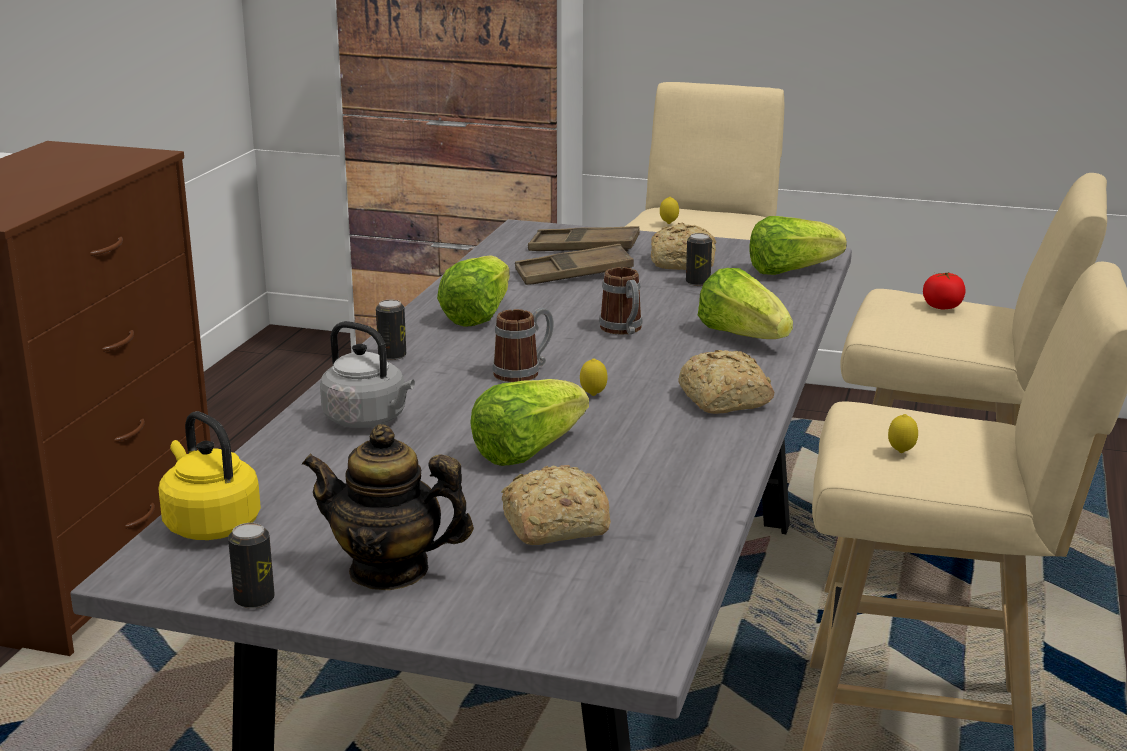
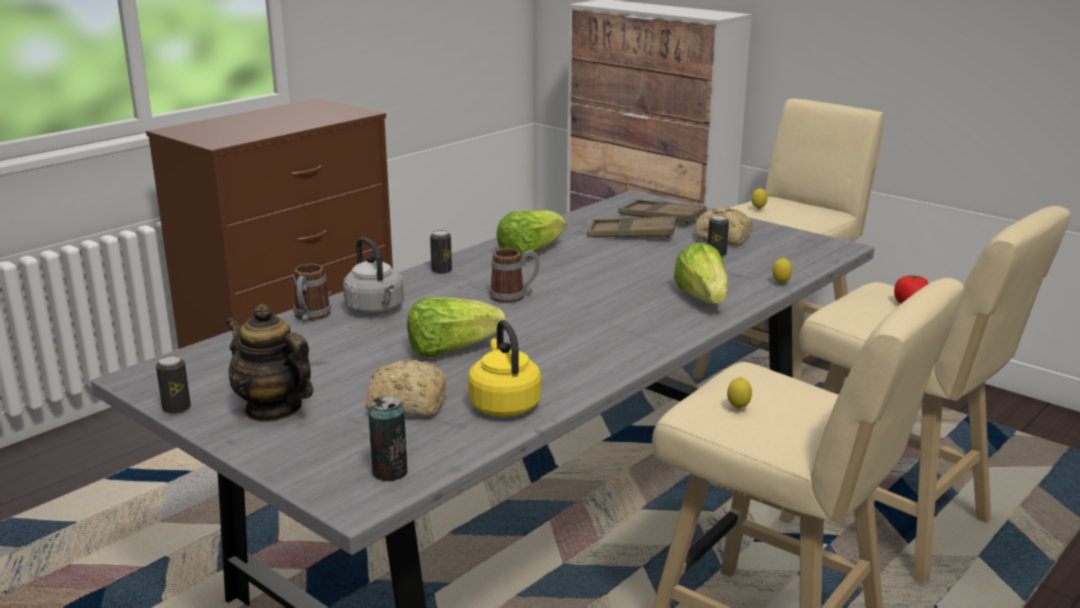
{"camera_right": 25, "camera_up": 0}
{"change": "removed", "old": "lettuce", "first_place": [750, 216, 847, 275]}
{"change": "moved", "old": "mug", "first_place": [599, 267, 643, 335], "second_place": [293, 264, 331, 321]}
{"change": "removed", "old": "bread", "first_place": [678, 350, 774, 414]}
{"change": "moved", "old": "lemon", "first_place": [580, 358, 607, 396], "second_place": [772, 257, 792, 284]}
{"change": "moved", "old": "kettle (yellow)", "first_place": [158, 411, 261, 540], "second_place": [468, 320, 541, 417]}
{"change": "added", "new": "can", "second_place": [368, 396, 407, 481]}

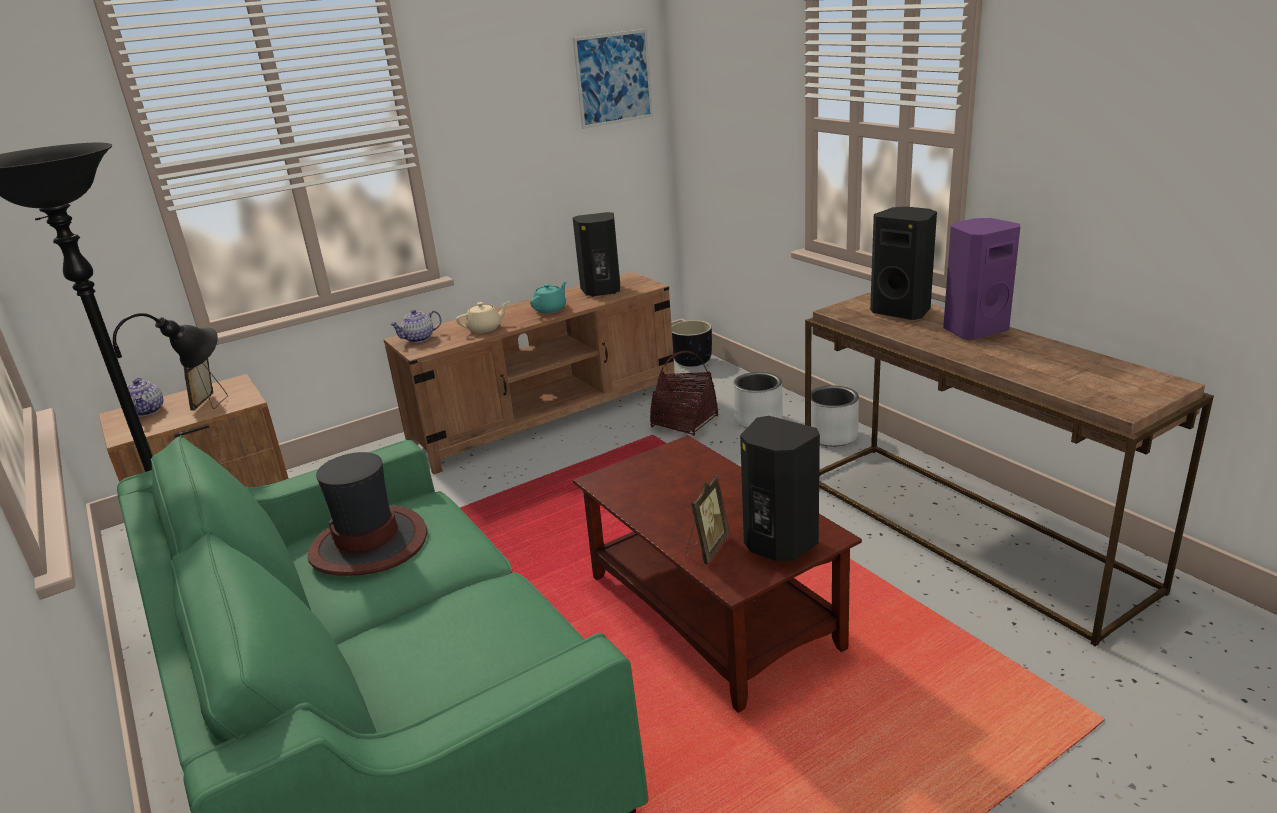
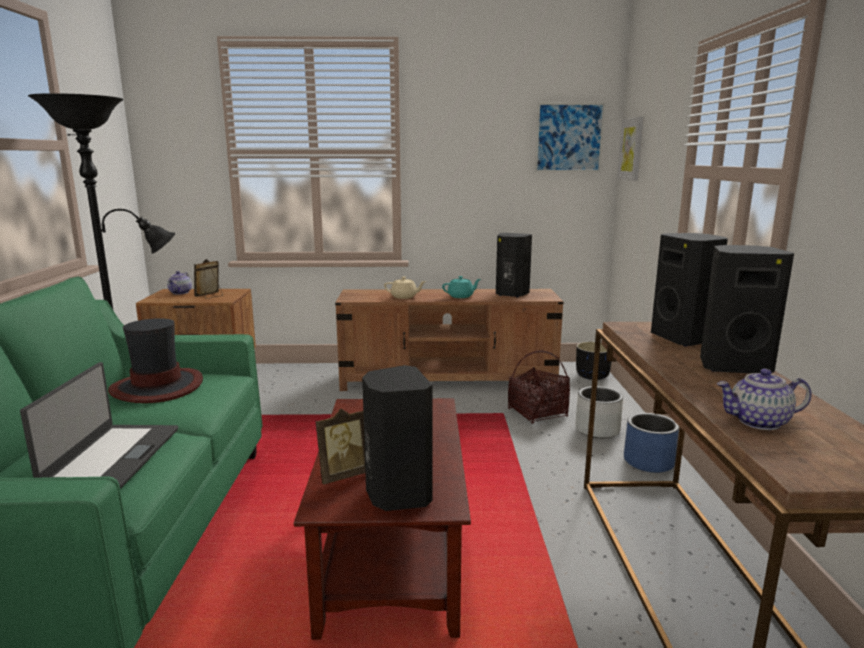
{"camera_right": 30, "camera_up": -10}
{"change": "recoloured", "old": "speaker (purple)", "new": "speaker (black)", "first_place": [943, 218, 1020, 340], "second_place": [700, 245, 794, 373]}
{"change": "moved", "old": "teapot", "first_place": [390, 310, 441, 343], "second_place": [716, 369, 812, 430]}
{"change": "recoloured", "old": "planter (grey)", "new": "planter (blue)", "first_place": [811, 385, 859, 446], "second_place": [624, 413, 679, 473]}
{"change": "added", "new": "picture", "second_place": [617, 117, 644, 181]}
{"change": "added", "new": "laptop", "second_place": [20, 362, 178, 489]}

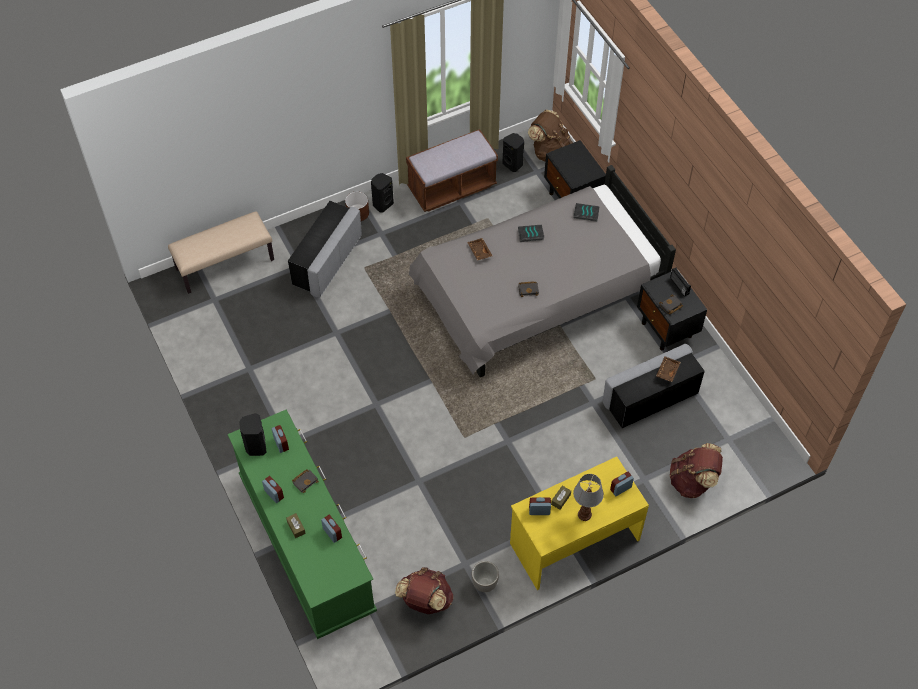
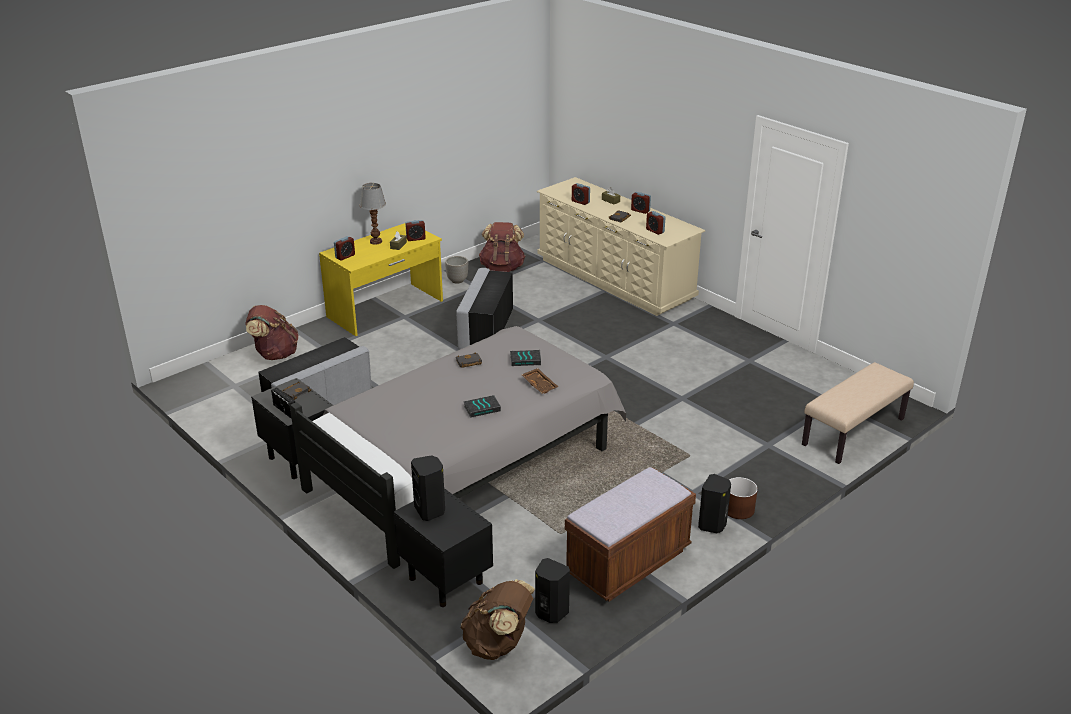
{"camera_right": 165, "camera_up": -25}
{"change": "moved", "old": "ottoman (grey)", "first_place": [288, 201, 362, 298], "second_place": [456, 268, 513, 350]}
{"change": "moved", "old": "book", "first_place": [573, 203, 600, 222], "second_place": [510, 350, 541, 366]}
{"change": "removed", "old": "tray (brown)", "first_place": [656, 356, 681, 382]}
{"change": "recoloured", "old": "dresser (green)", "new": "dresser (beige)", "first_place": [228, 410, 377, 639], "second_place": [537, 177, 705, 316]}
{"change": "moved", "old": "speaker (black)", "first_place": [239, 413, 267, 456], "second_place": [411, 455, 445, 521]}

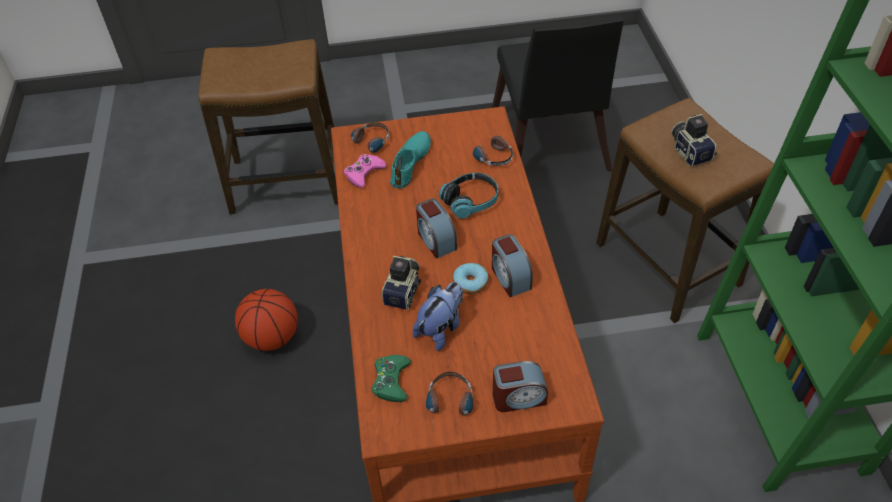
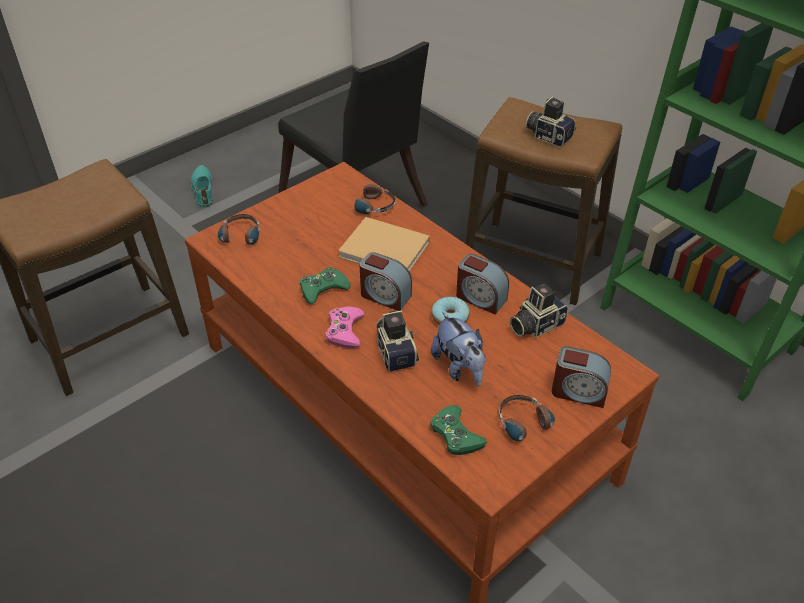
{"camera_right": -35, "camera_up": -5}
{"change": "moved", "old": "shoe (turquoise)", "first_place": [390, 131, 431, 189], "second_place": [191, 165, 213, 208]}
{"change": "moved", "old": "game controller (pink)", "first_place": [344, 154, 387, 188], "second_place": [325, 306, 364, 348]}
{"change": "replaced", "old": "headphones", "new": "book (beige)", "first_place": [439, 173, 499, 218], "second_place": [338, 217, 430, 271]}
{"change": "turned", "old": "plush toy", "first_place": [412, 282, 463, 351], "second_place": [431, 312, 485, 387], "degrees": 150}
{"change": "removed", "old": "basketball", "first_place": [235, 289, 298, 351]}
{"change": "turned", "old": "alarm clock", "first_place": [493, 361, 548, 412], "second_place": [552, 346, 611, 408], "degrees": 60}
{"change": "added", "new": "game controller (green)", "second_place": [300, 267, 351, 304]}
{"change": "added", "new": "photo camera", "second_place": [510, 284, 568, 338]}

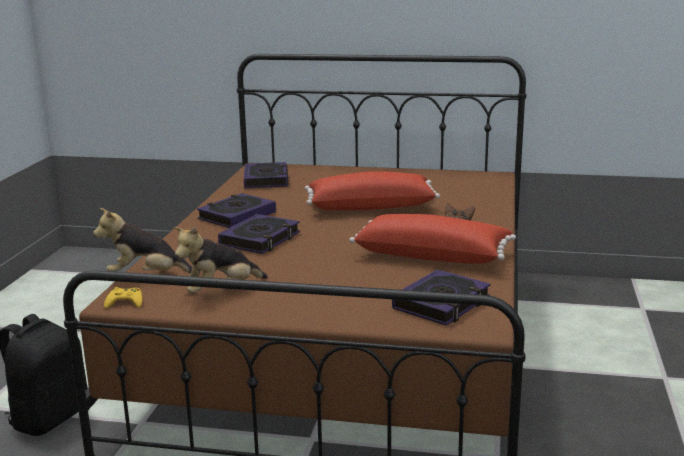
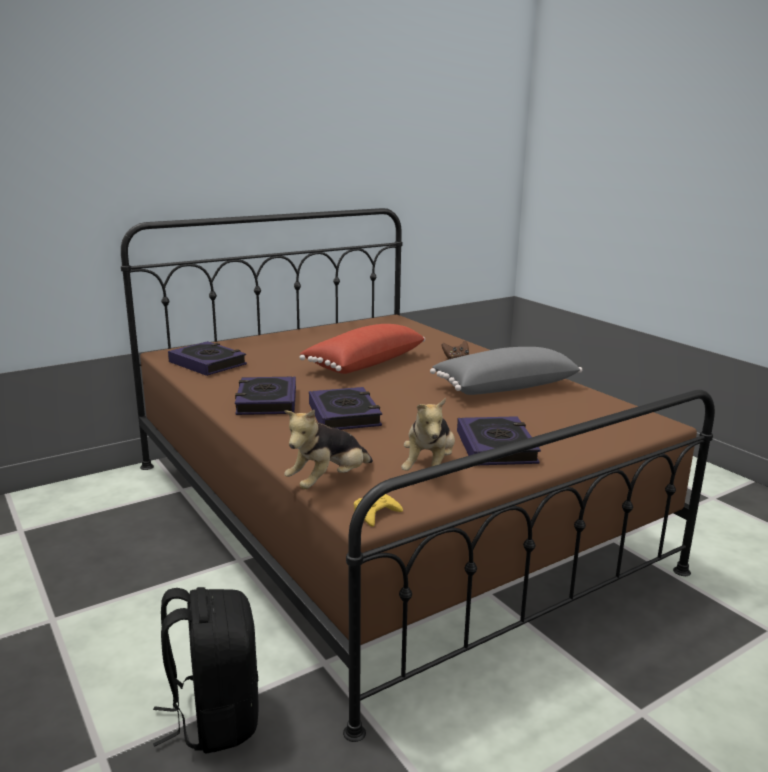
{"camera_right": -45, "camera_up": 0}
{"change": "recoloured", "old": "pillow (red)", "new": "pillow (grey)", "first_place": [349, 214, 516, 264], "second_place": [430, 347, 583, 395]}
{"change": "moved", "old": "book", "first_place": [392, 269, 491, 325], "second_place": [457, 416, 541, 465]}

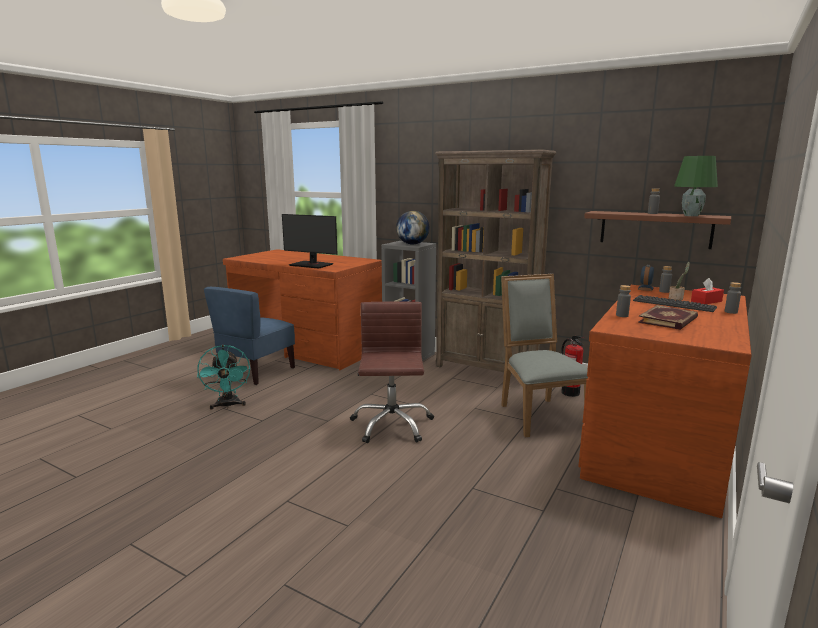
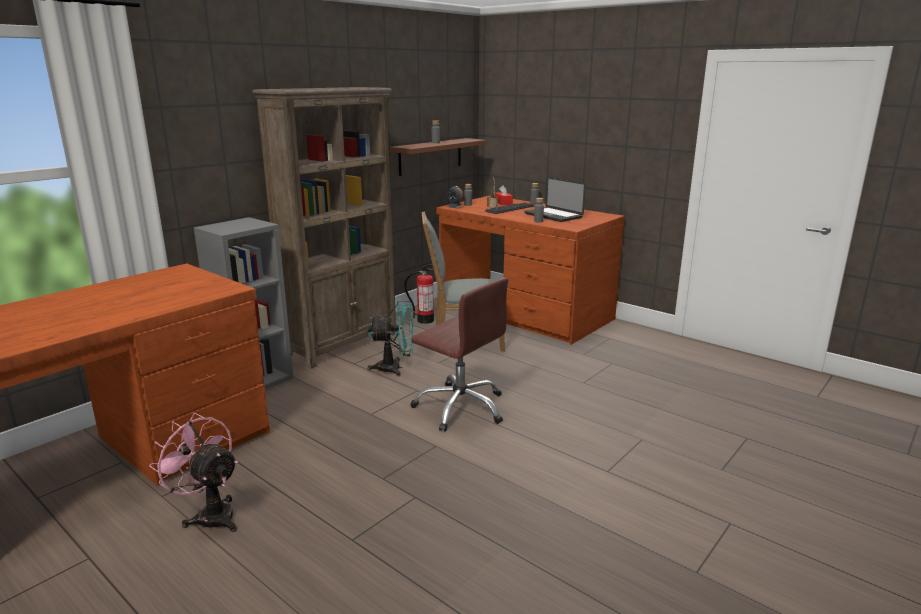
{"camera_right": -80, "camera_up": 5}
{"change": "removed", "old": "table lamp (green)", "first_place": [674, 156, 718, 216]}
{"change": "removed", "old": "globe", "first_place": [396, 211, 430, 244]}
{"change": "removed", "old": "monitor", "first_place": [282, 214, 338, 269]}
{"change": "replaced", "old": "chair (blue)", "new": "fan (pink)", "first_place": [204, 287, 295, 385], "second_place": [149, 413, 238, 532]}
{"change": "turned", "old": "office chair (brown)", "first_place": [350, 302, 434, 443], "second_place": [411, 277, 508, 432], "degrees": -150}
{"change": "replaced", "old": "book", "new": "laptop", "first_place": [638, 305, 698, 330], "second_place": [524, 177, 586, 222]}
{"change": "moved", "old": "fan (turquoise)", "first_place": [197, 345, 250, 409], "second_place": [367, 301, 414, 376]}

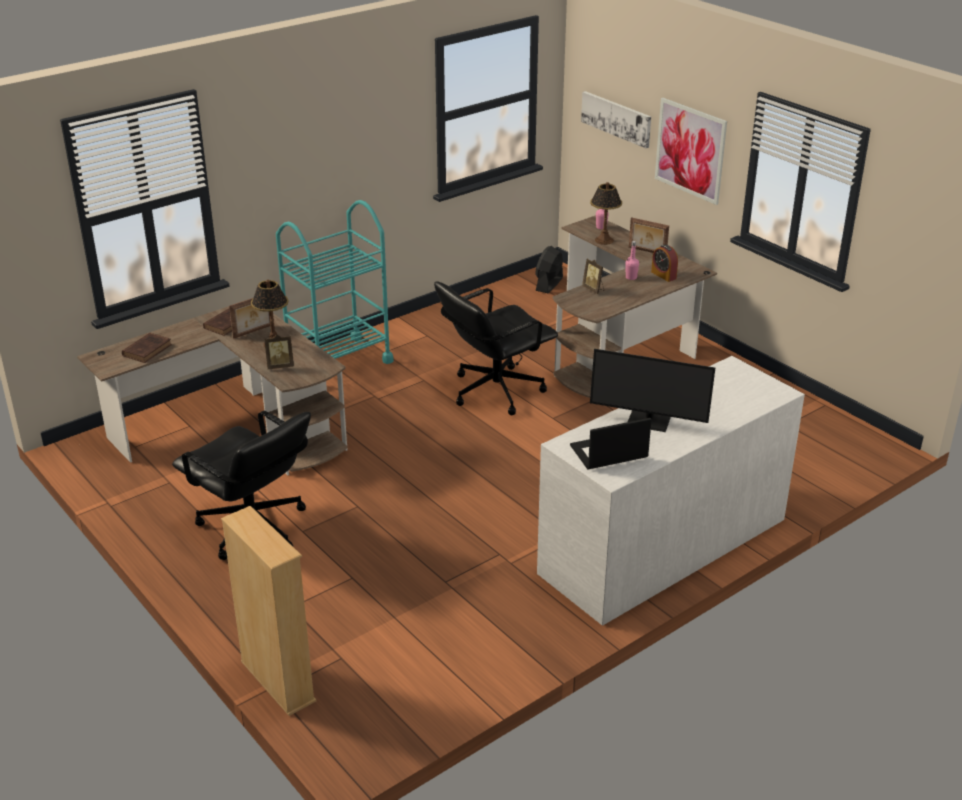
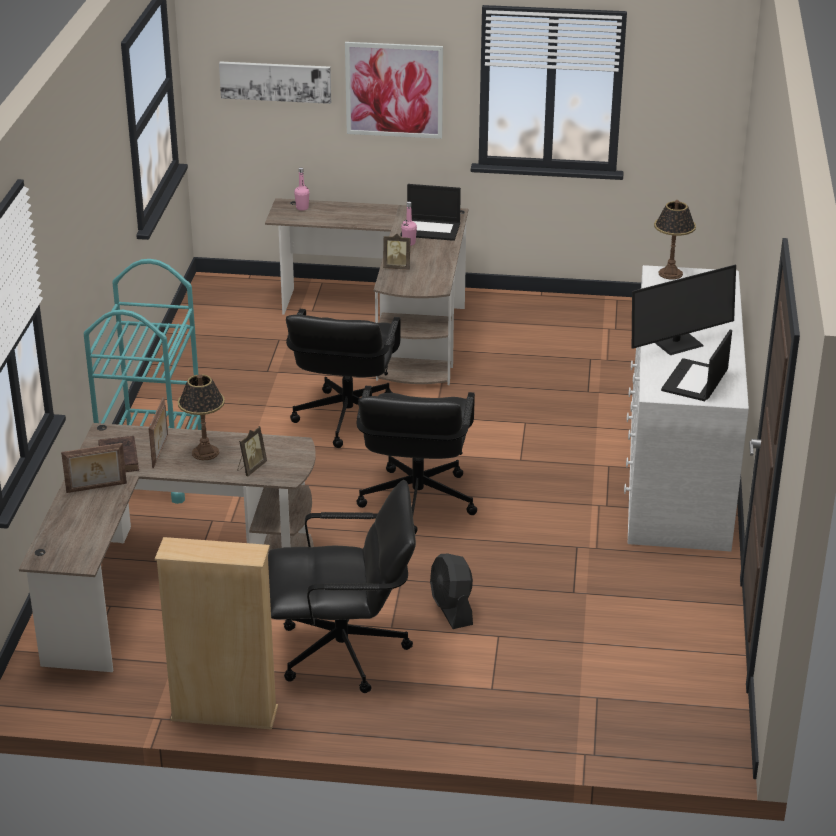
{"camera_right": -45, "camera_up": 0}
{"change": "moved", "old": "table lamp", "first_place": [590, 182, 622, 245], "second_place": [654, 200, 696, 280]}
{"change": "moved", "old": "picture frame", "first_place": [629, 217, 669, 253], "second_place": [61, 443, 127, 493]}
{"change": "replaced", "old": "alarm clock", "new": "laptop", "first_place": [651, 245, 678, 282], "second_place": [400, 184, 461, 241]}
{"change": "moved", "old": "fan (black)", "first_place": [535, 246, 563, 293], "second_place": [430, 554, 473, 629]}
{"change": "removed", "old": "book (brown)", "first_place": [122, 333, 172, 363]}
{"change": "moved", "old": "bookcase (beige)", "first_place": [221, 506, 317, 716], "second_place": [155, 537, 278, 730]}
{"change": "added", "new": "office chair (black)", "second_place": [356, 386, 477, 534]}

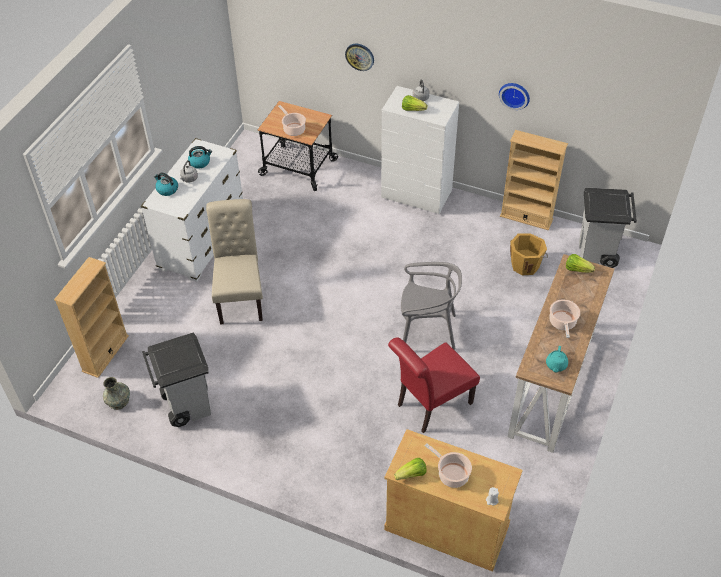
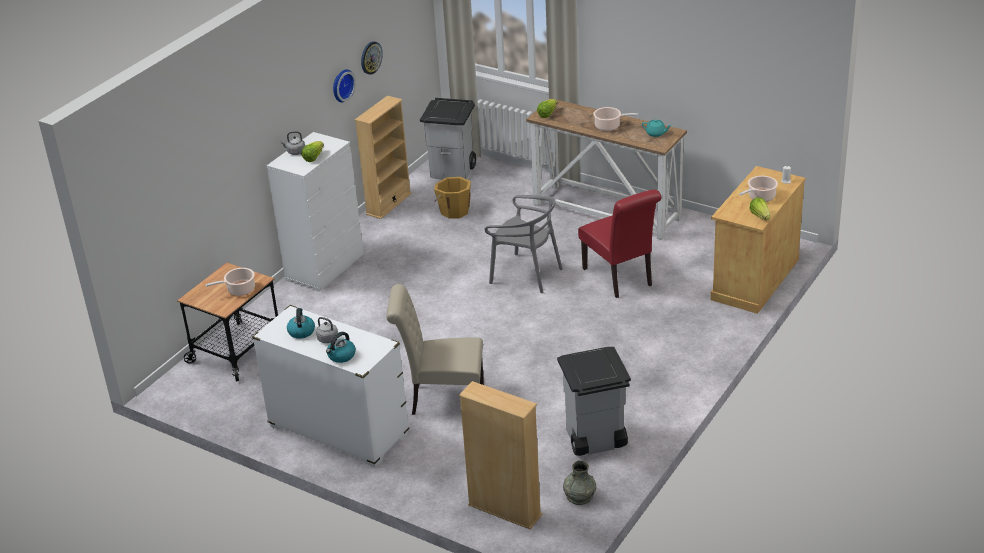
{"camera_right": -80, "camera_up": -15}
{"change": "moved", "old": "wall clock", "first_place": [345, 44, 374, 71], "second_place": [361, 41, 383, 75]}
{"change": "turned", "old": "chair (grey)", "first_place": [401, 262, 462, 350], "second_place": [485, 195, 563, 293], "degrees": 105}

